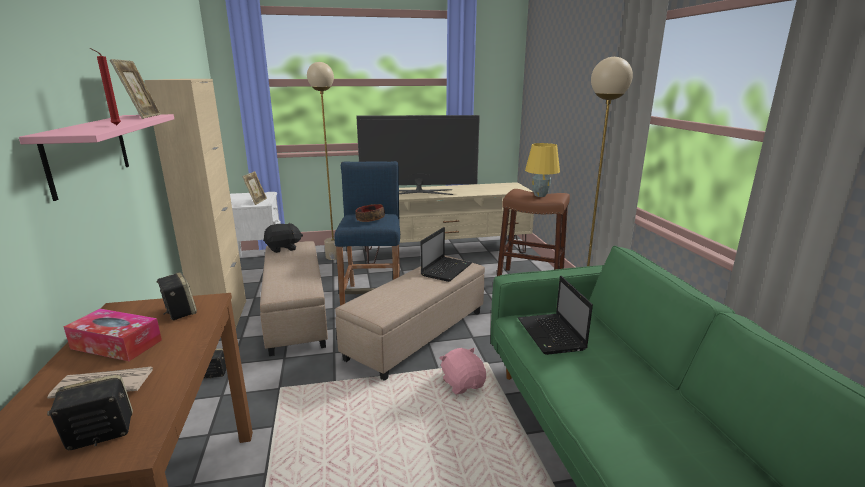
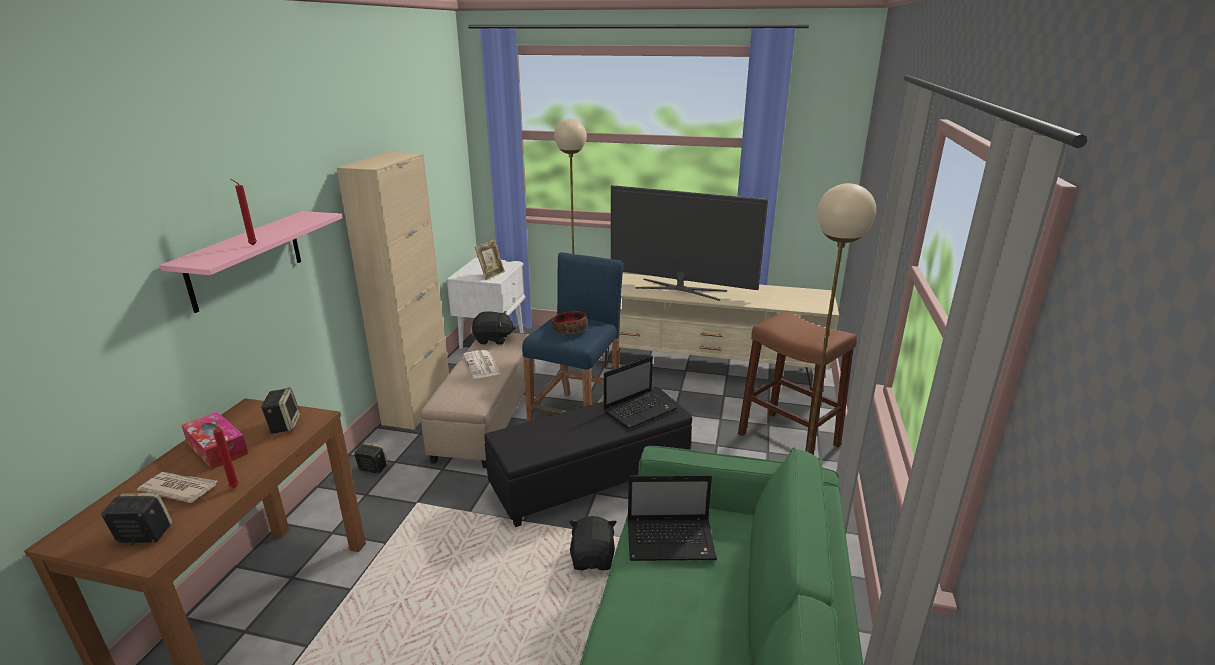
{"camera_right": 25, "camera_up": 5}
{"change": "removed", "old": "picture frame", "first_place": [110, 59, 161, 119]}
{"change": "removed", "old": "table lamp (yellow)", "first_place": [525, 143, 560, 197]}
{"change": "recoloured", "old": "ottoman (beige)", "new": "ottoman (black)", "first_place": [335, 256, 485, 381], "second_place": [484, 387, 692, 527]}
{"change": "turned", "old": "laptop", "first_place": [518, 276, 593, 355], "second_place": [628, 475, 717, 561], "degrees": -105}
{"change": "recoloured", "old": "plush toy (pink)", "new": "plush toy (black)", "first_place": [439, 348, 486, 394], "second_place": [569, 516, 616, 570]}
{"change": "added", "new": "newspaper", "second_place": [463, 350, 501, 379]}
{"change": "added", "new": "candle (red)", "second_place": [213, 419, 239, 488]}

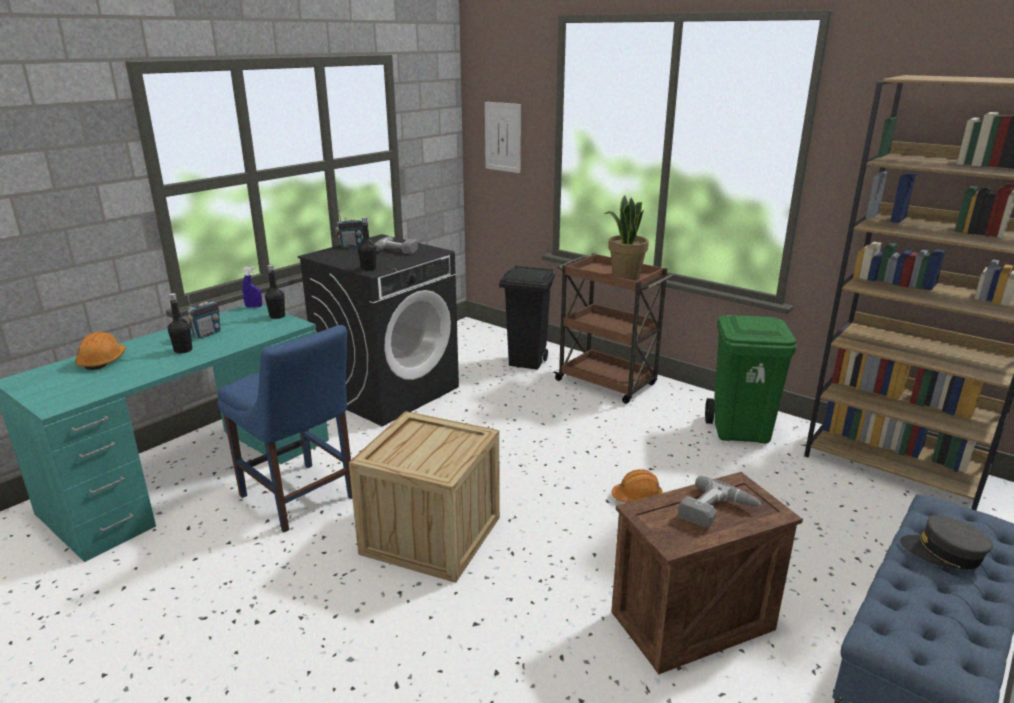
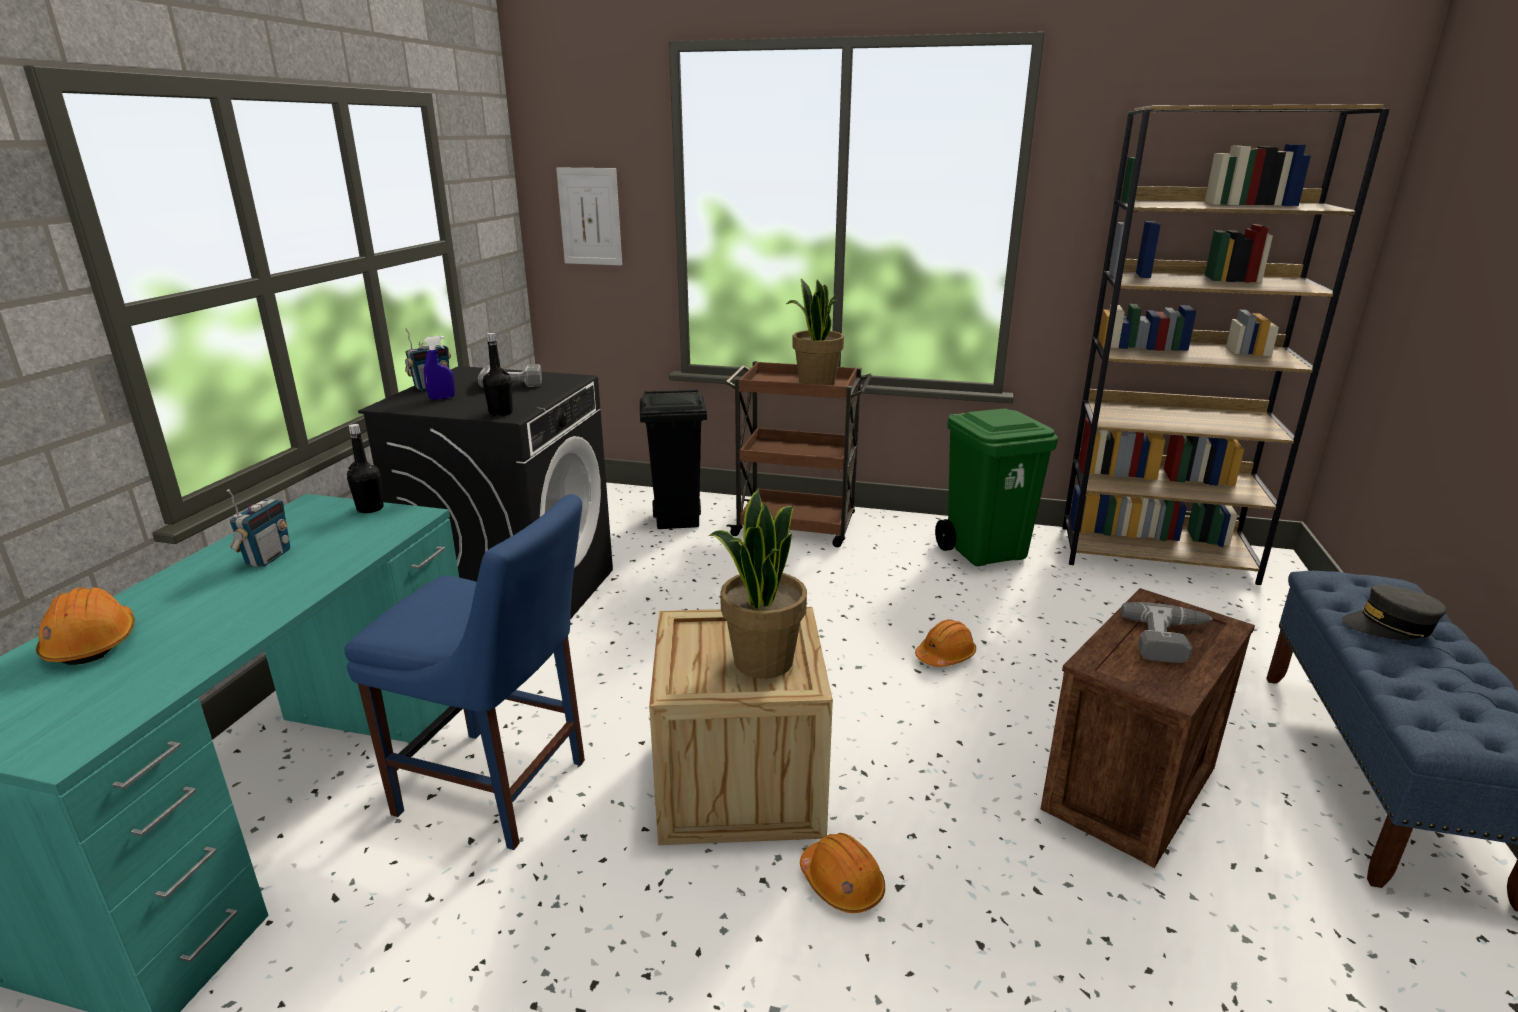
{"camera_right": -25, "camera_up": 0}
{"change": "moved", "old": "spray bottle (blue)", "first_place": [242, 267, 262, 308], "second_place": [424, 336, 455, 400]}
{"change": "removed", "old": "bottle (black)", "first_place": [168, 293, 192, 354]}
{"change": "added", "new": "potted plant", "second_place": [709, 490, 807, 679]}
{"change": "added", "new": "hard hat (orange)", "second_place": [800, 833, 885, 913]}

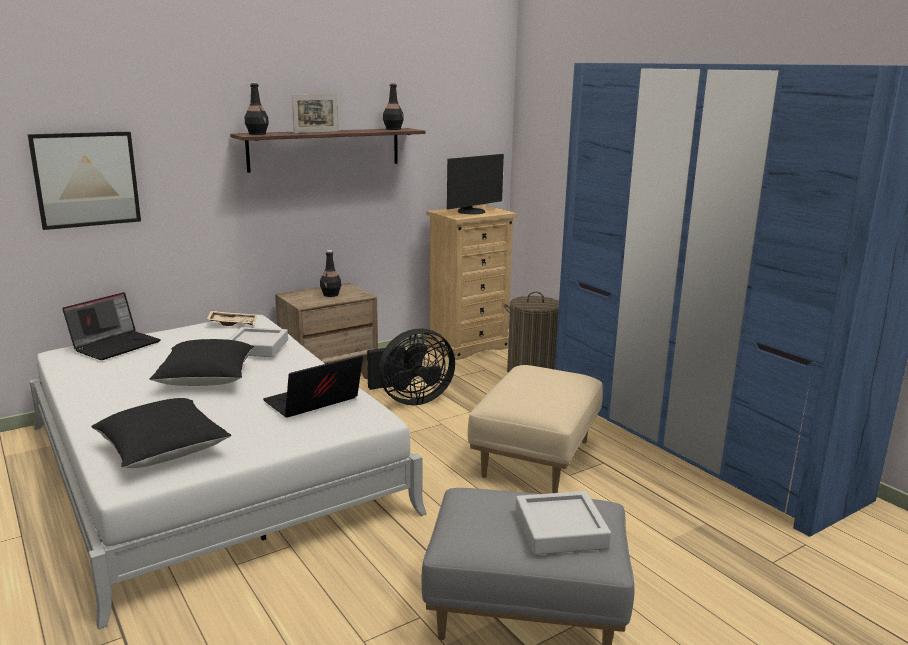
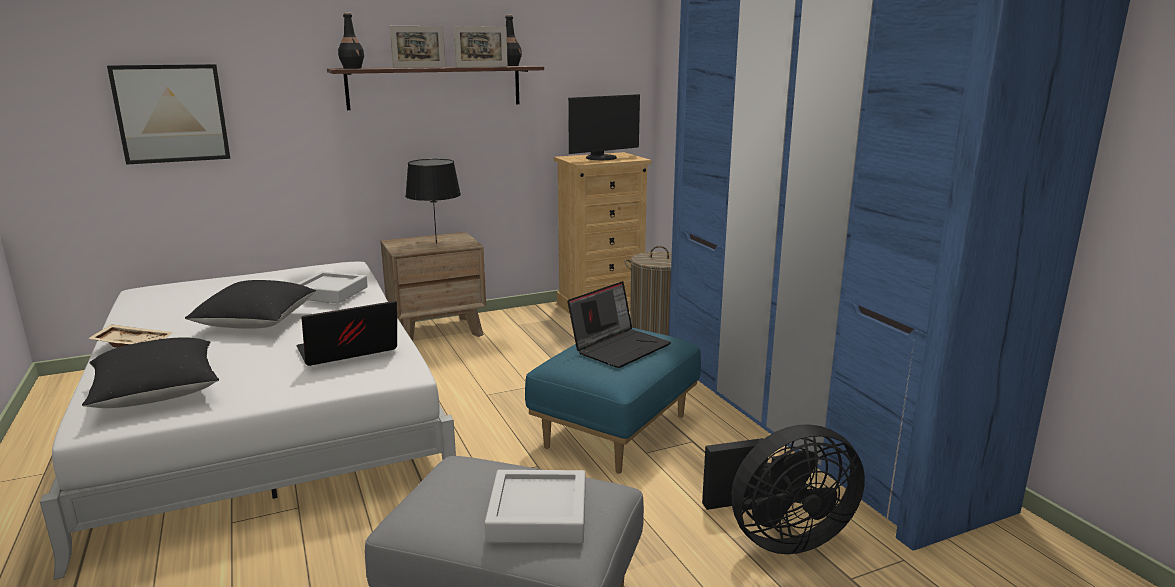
{"camera_right": 10, "camera_up": 0}
{"change": "replaced", "old": "bottle (black)", "new": "table lamp (black)", "first_place": [320, 250, 341, 297], "second_place": [405, 159, 461, 243]}
{"change": "moved", "old": "laptop", "first_place": [62, 292, 161, 360], "second_place": [567, 281, 671, 368]}
{"change": "moved", "old": "tray (beige)", "first_place": [207, 311, 257, 326], "second_place": [88, 324, 173, 348]}
{"change": "moved", "old": "fan (black)", "first_place": [367, 328, 455, 405], "second_place": [702, 424, 865, 554]}
{"change": "recoloured", "old": "ottoman (beige)", "new": "ottoman (blue)", "first_place": [467, 365, 603, 493], "second_place": [525, 328, 701, 474]}
{"change": "added", "new": "picture frame", "second_place": [453, 26, 508, 67]}

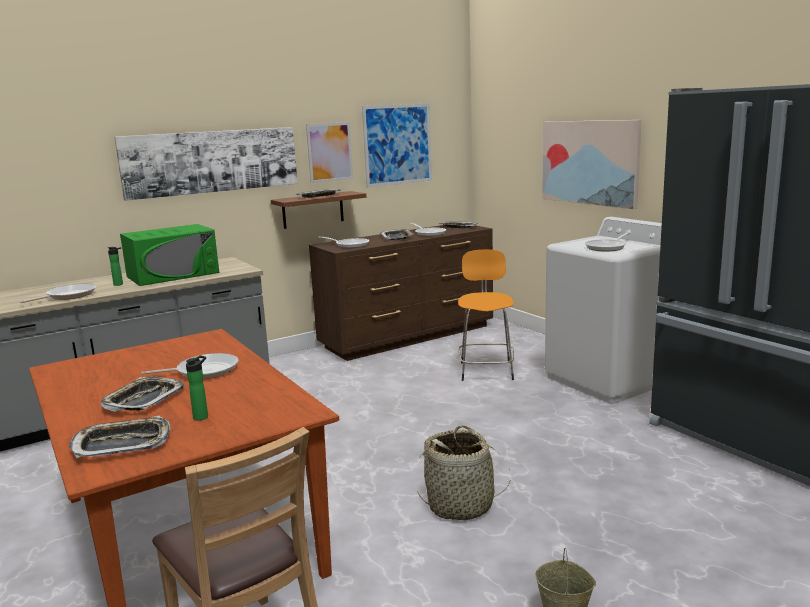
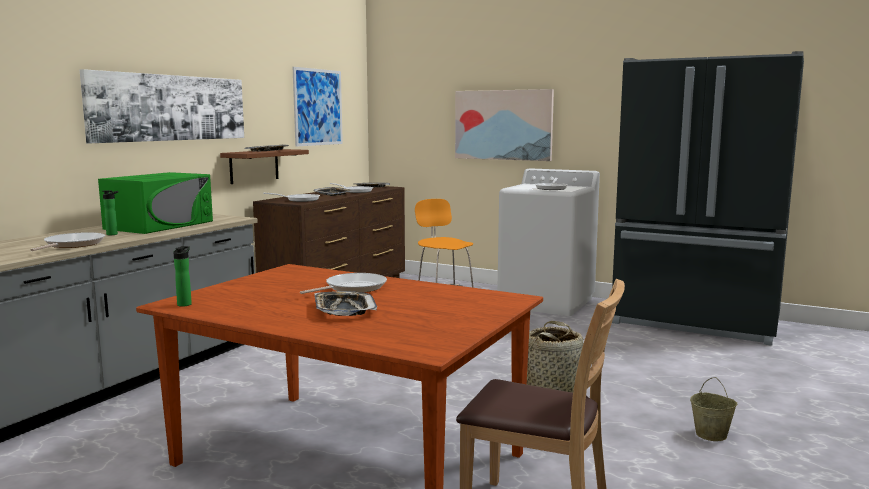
{"camera_right": -30, "camera_up": -5}
{"change": "removed", "old": "picture", "first_place": [306, 122, 353, 183]}
{"change": "moved", "old": "bottle", "first_place": [186, 355, 208, 420], "second_place": [173, 246, 192, 307]}
{"change": "removed", "old": "tray", "first_place": [69, 416, 171, 458]}

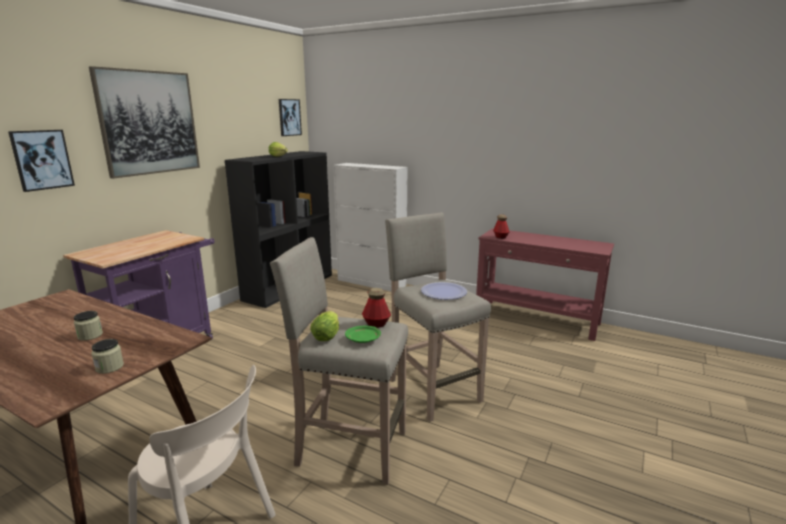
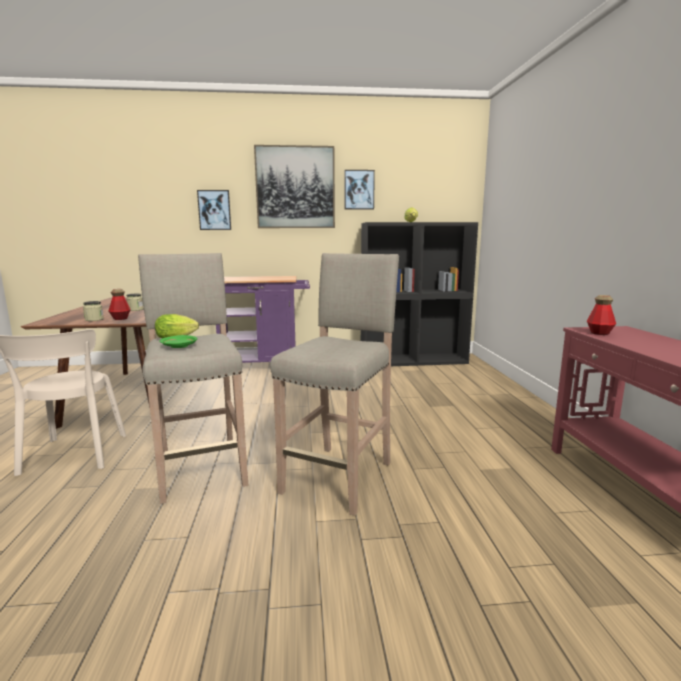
{"camera_right": 55, "camera_up": -5}
{"change": "moved", "old": "picture", "first_place": [279, 99, 302, 136], "second_place": [344, 170, 375, 209]}
{"change": "removed", "old": "cabinet (white)", "first_place": [333, 163, 408, 292]}
{"change": "removed", "old": "plate", "first_place": [421, 282, 467, 300]}
{"change": "moved", "old": "bottle", "first_place": [362, 288, 391, 328], "second_place": [109, 289, 131, 320]}

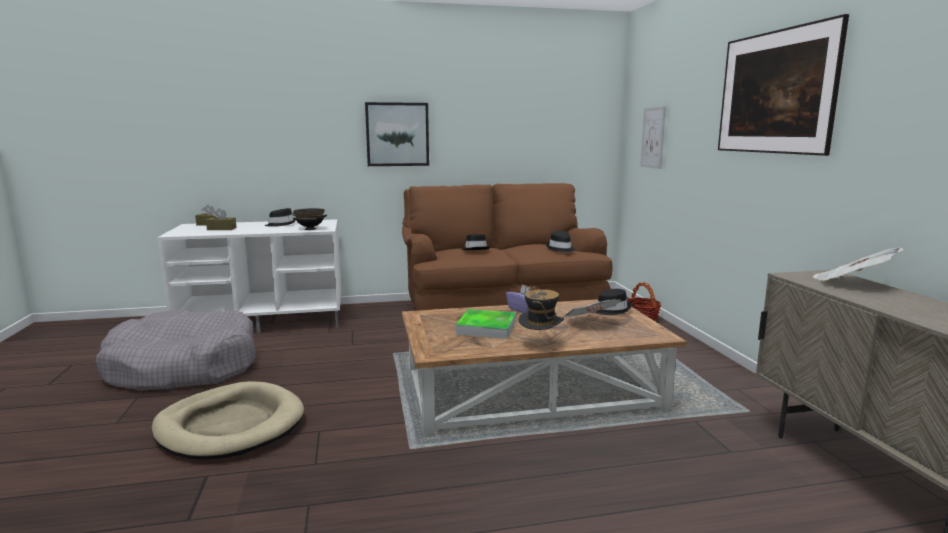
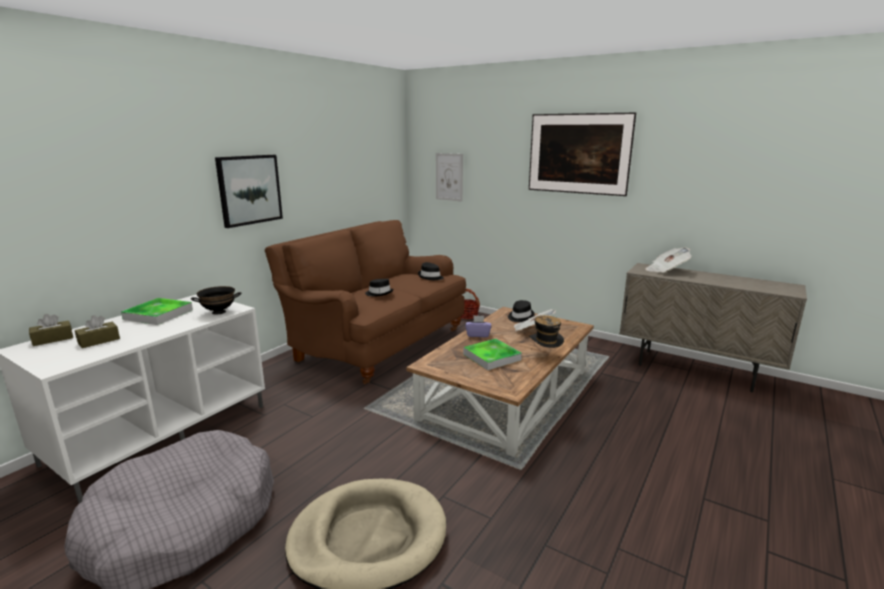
{"camera_right": -45, "camera_up": 5}
{"change": "replaced", "old": "hat (black)", "new": "tray", "first_place": [265, 208, 296, 227], "second_place": [121, 298, 193, 325]}

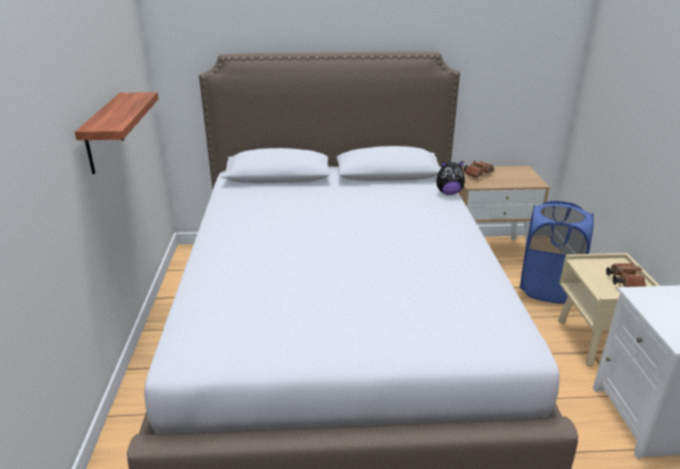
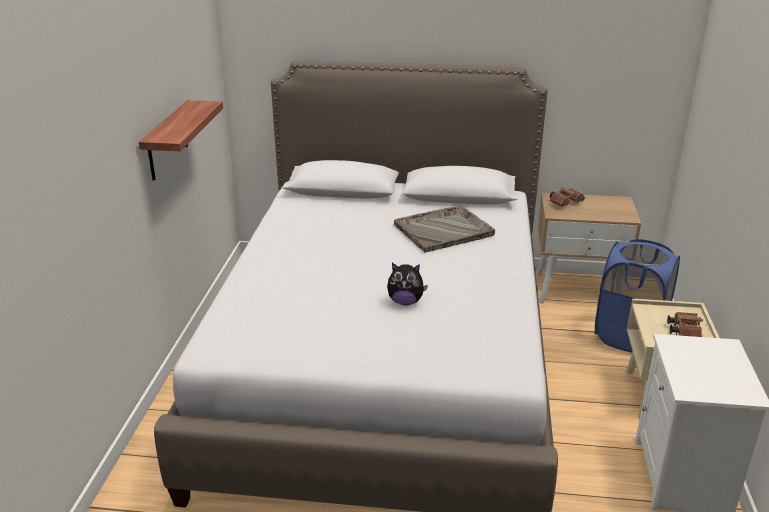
{"camera_right": 10, "camera_up": 0}
{"change": "moved", "old": "plush toy", "first_place": [436, 160, 465, 195], "second_place": [387, 263, 428, 305]}
{"change": "added", "new": "tray (grey)", "second_place": [394, 205, 495, 252]}

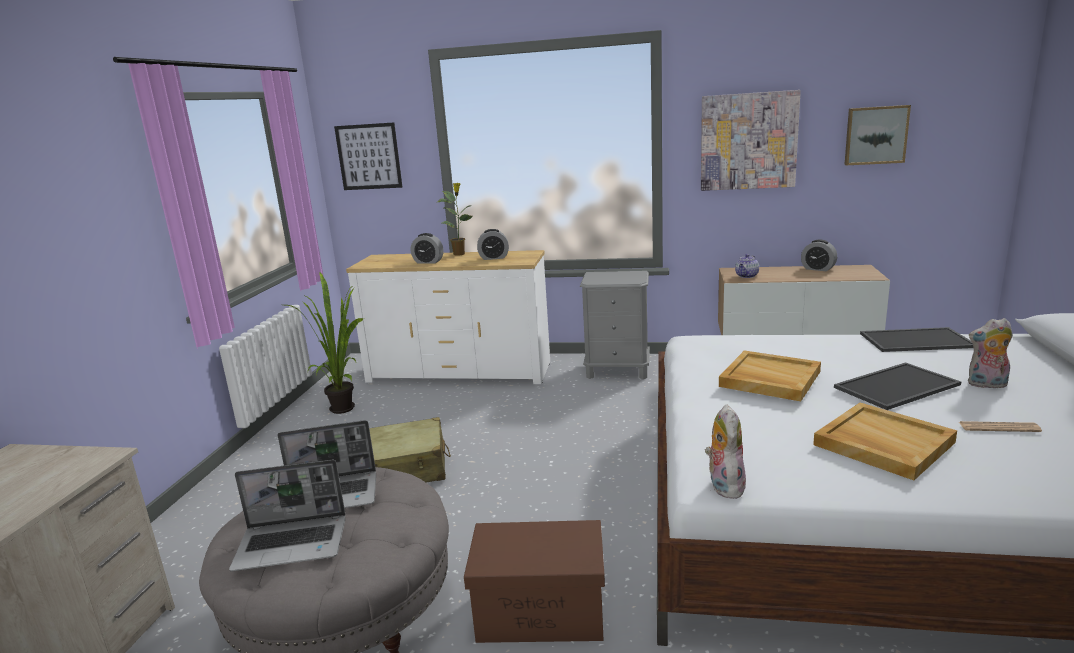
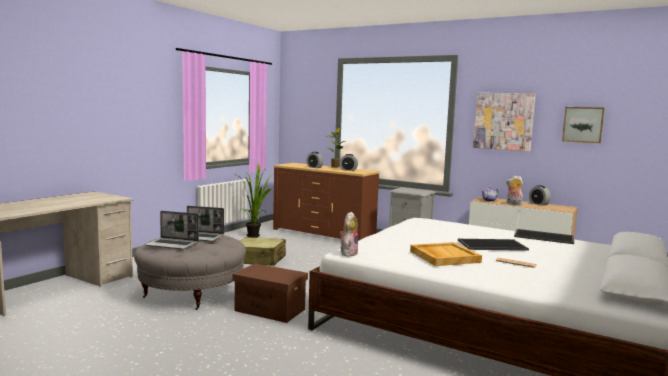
{"camera_right": 20, "camera_up": -10}
{"change": "removed", "old": "picture", "first_place": [334, 122, 402, 190]}
{"change": "recoloured", "old": "dresser (white)", "new": "dresser (brown)", "first_place": [346, 250, 550, 384], "second_place": [273, 163, 380, 241]}
{"change": "moved", "old": "plush toy", "first_place": [968, 318, 1013, 390], "second_place": [506, 176, 523, 205]}
{"change": "removed", "old": "tray (beige)", "first_place": [719, 351, 821, 401]}

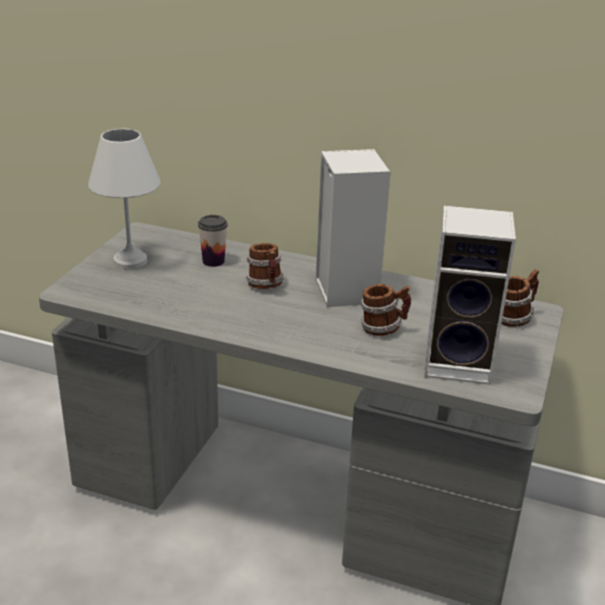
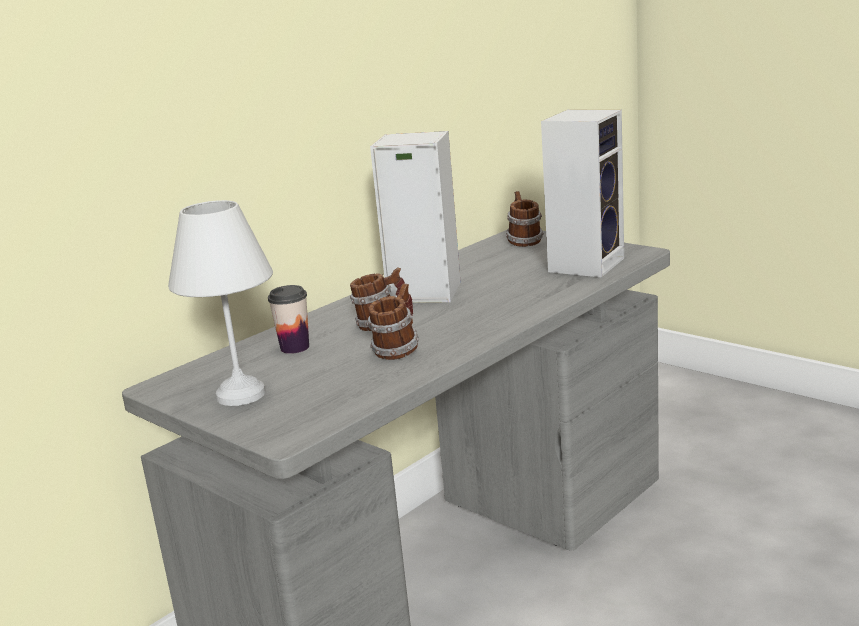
{"camera_right": -65, "camera_up": -10}
{"change": "moved", "old": "mug", "first_place": [361, 284, 411, 336], "second_place": [367, 284, 419, 360]}

